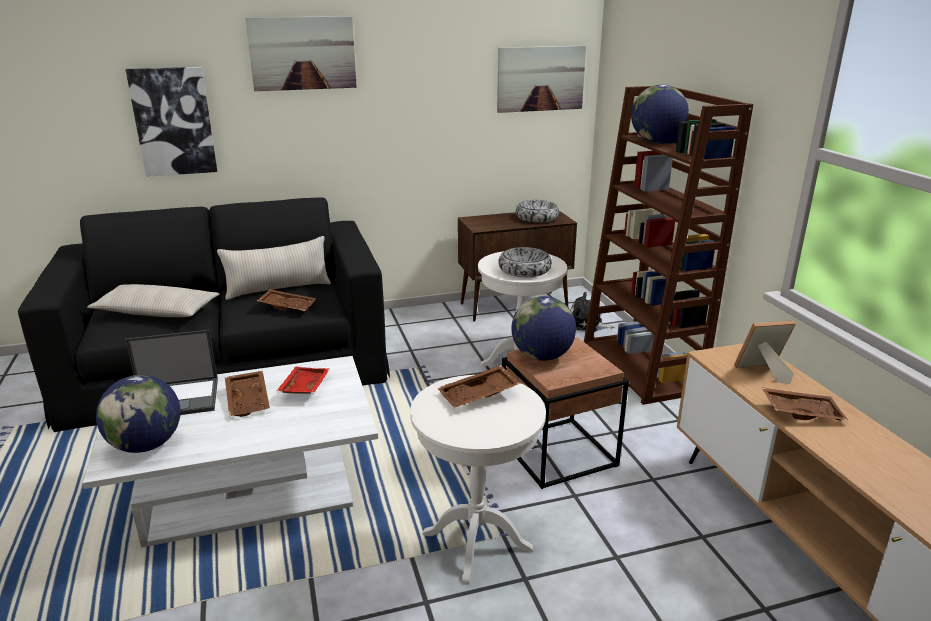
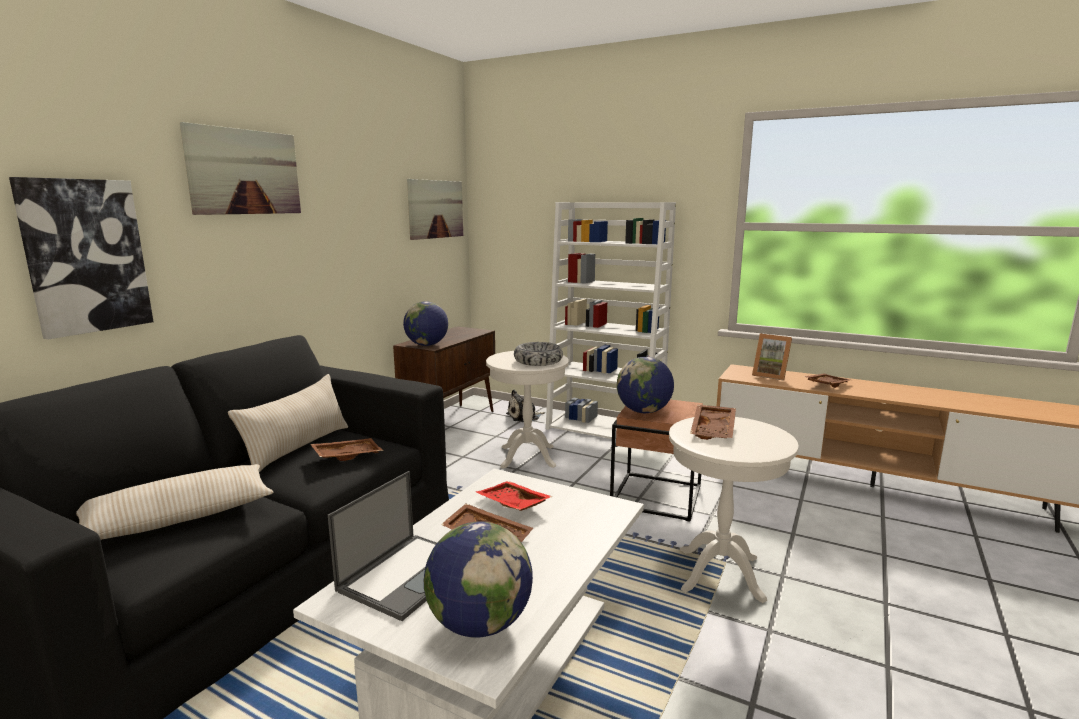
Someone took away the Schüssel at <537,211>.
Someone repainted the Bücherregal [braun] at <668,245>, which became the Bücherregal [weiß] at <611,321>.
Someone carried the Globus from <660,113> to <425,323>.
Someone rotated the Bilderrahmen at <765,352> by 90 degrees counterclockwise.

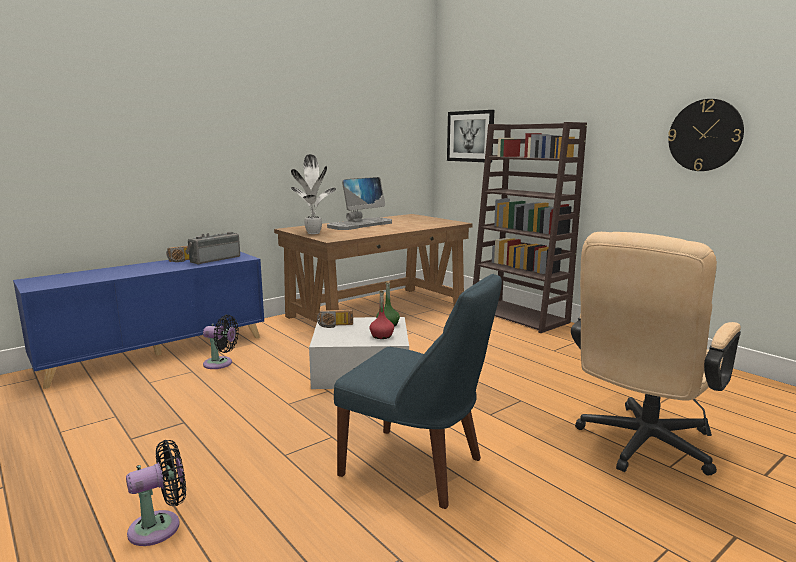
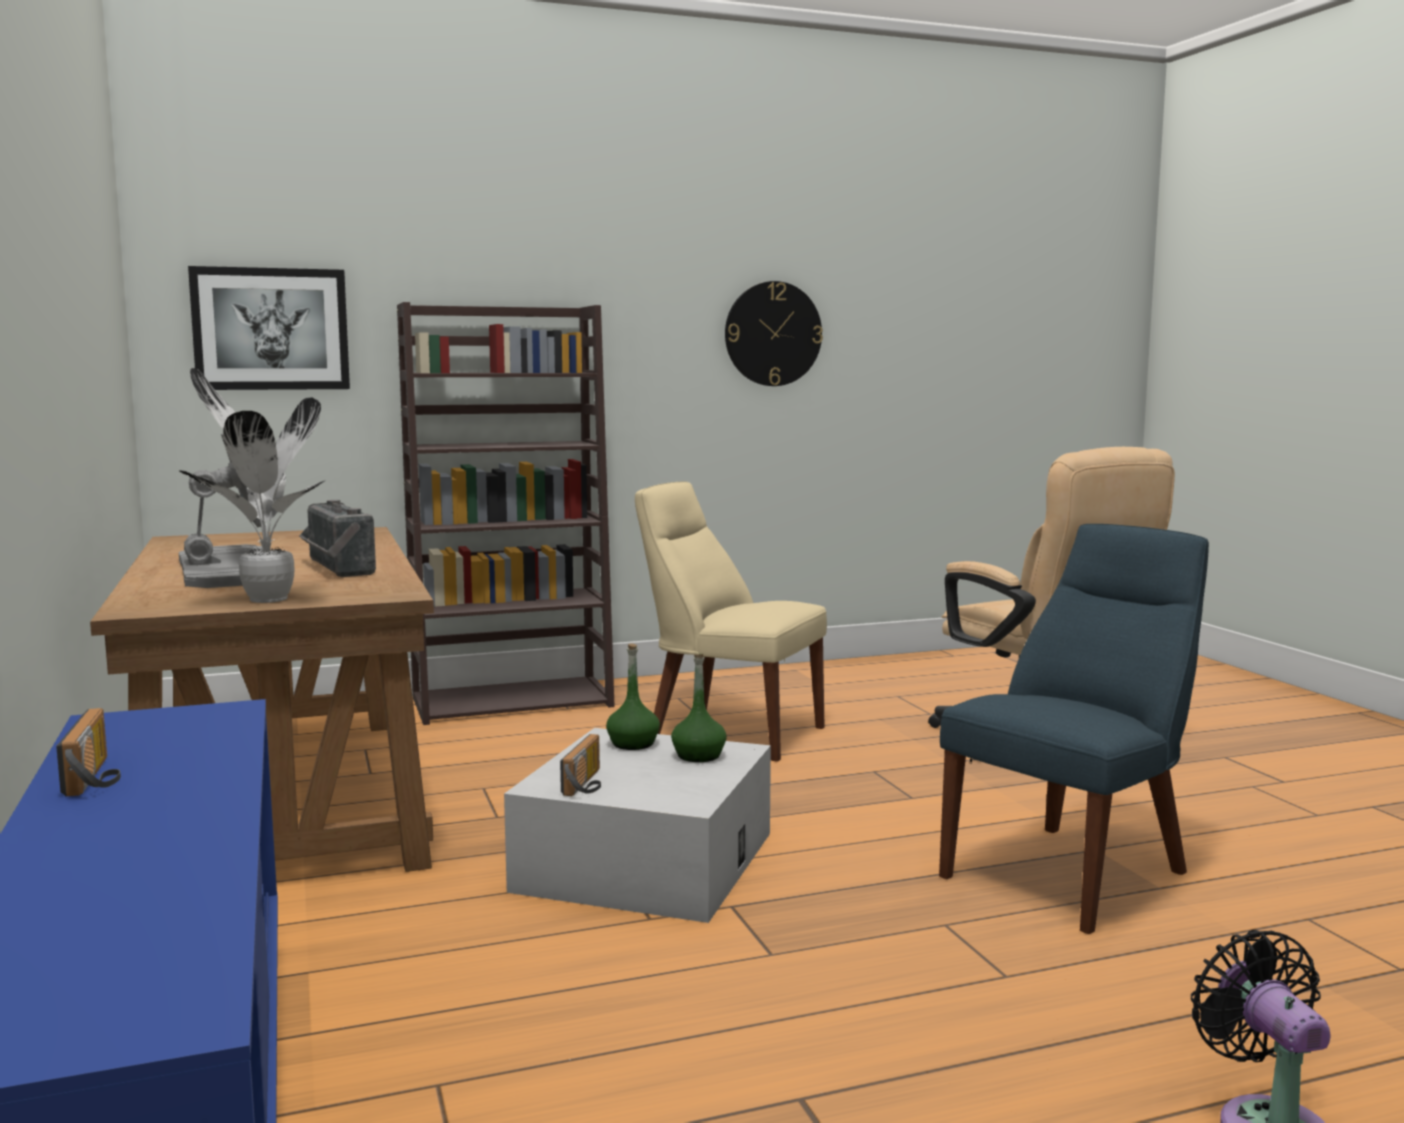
Someone carried the Radio from <212,248> to <337,538>.
Someone took away the Ventilator [schwarz] at <221,342>.
Someone repainted the Flasche [rot] at <381,314>, which became the Flasche [grün] at <699,708>.
Someone put down the Stuhl [beige] at <731,622>.

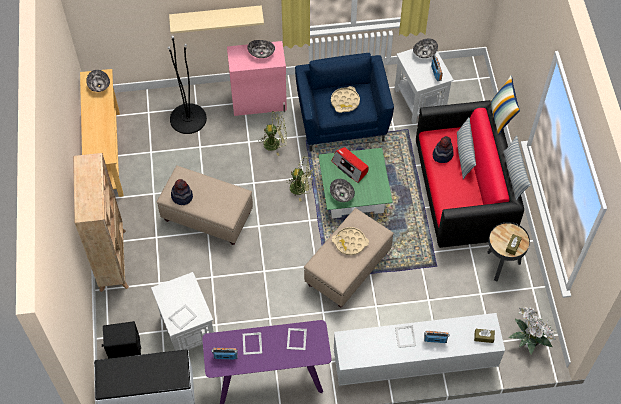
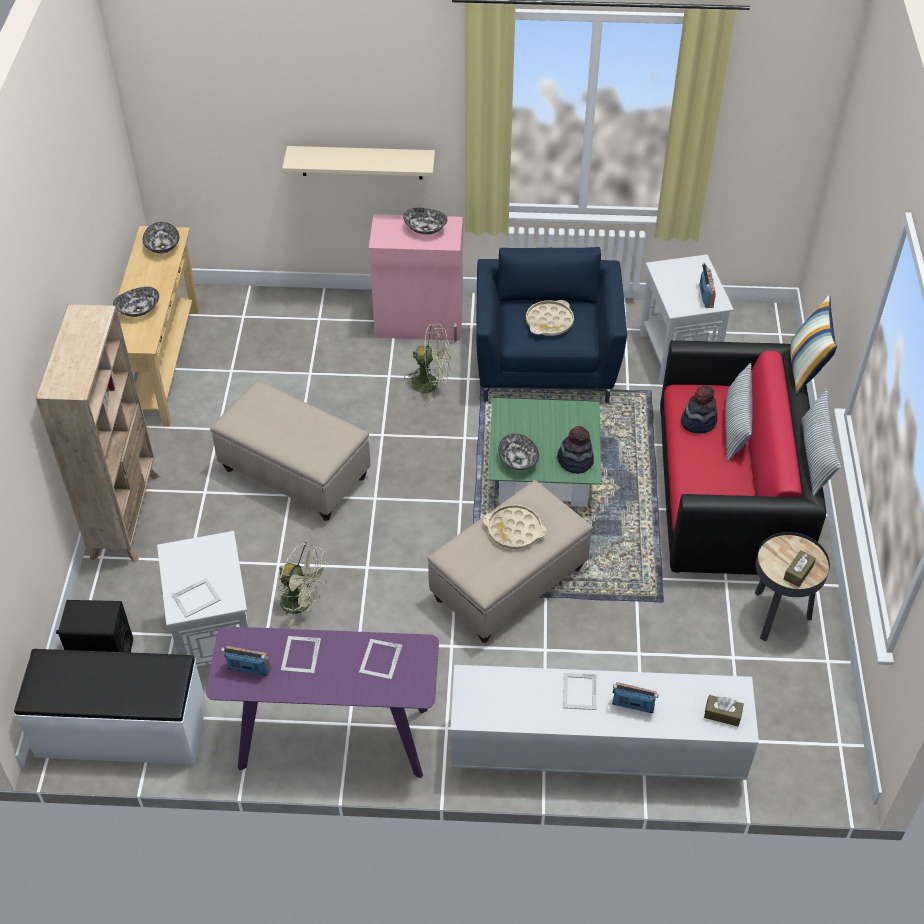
Someone took away the Stehlampe [schwarz] at <187,85>.
Someone carried the Hut from <182,192> to <575,450>.
Someone carried the Ventilator [grün] from <300,178> to <303,583>.
Someone took away the Radio at <350,165>.
Someone carried the Schüssel from <425,48> to <136,302>.
Someone took away the Topfpflanze at <532,331>.

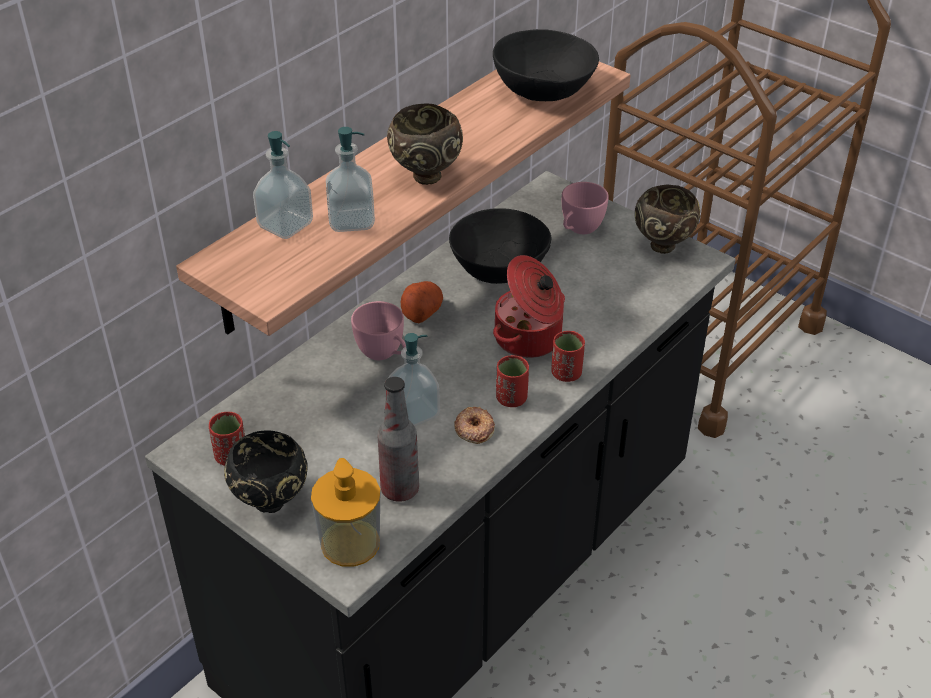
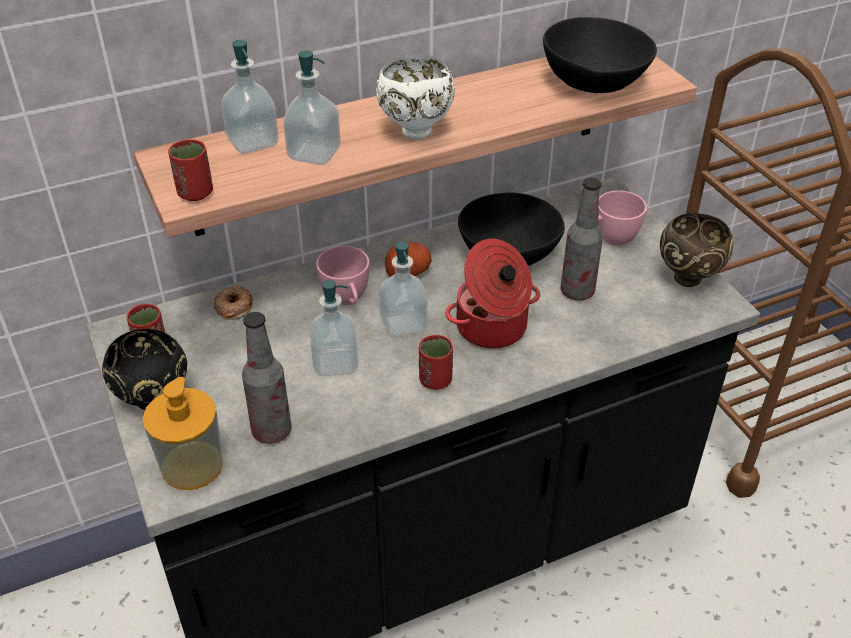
Someone repainted the Schüssel [braun] at <425,144>, which became the Schüssel [weiß] at <415,97>.
Someone carried the Donut from <474,425> to <233,303>.
Someone carried the Tasse [rot] from <568,356> to <190,170>.
Someone put down the Seifenspender at <403,289>.
Someone put down the Flasche at <582,239>.

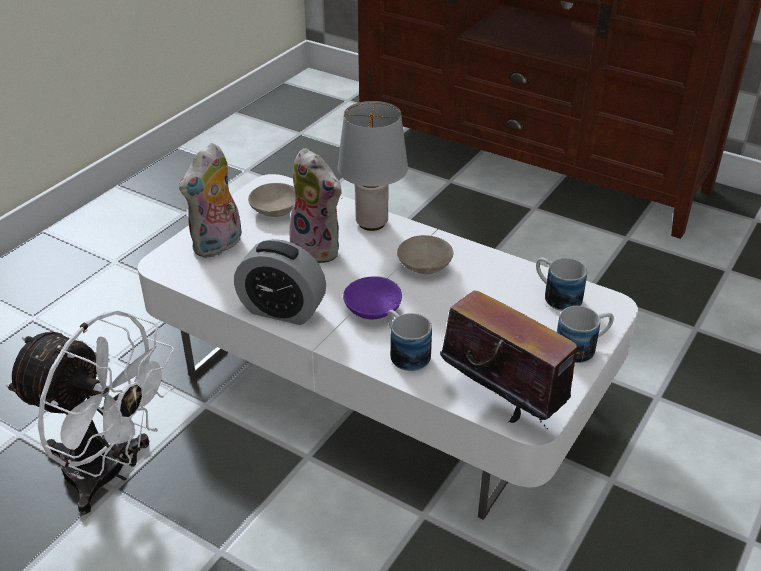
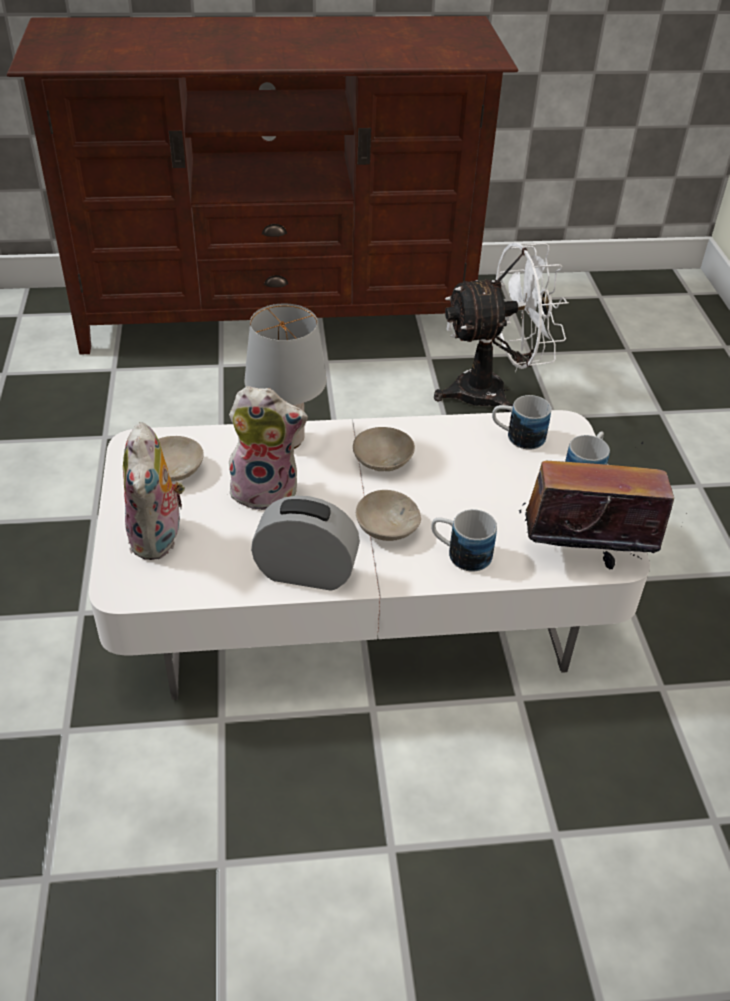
Someone carried the Ventilator [weiß] from <89,412> to <501,327>.
Someone rotated the Wecker at <280,282> by 150 degrees counterclockwise.
Someone repainted the Schüssel [lila] at <372,297>, which became the Schüssel [beige] at <388,515>.

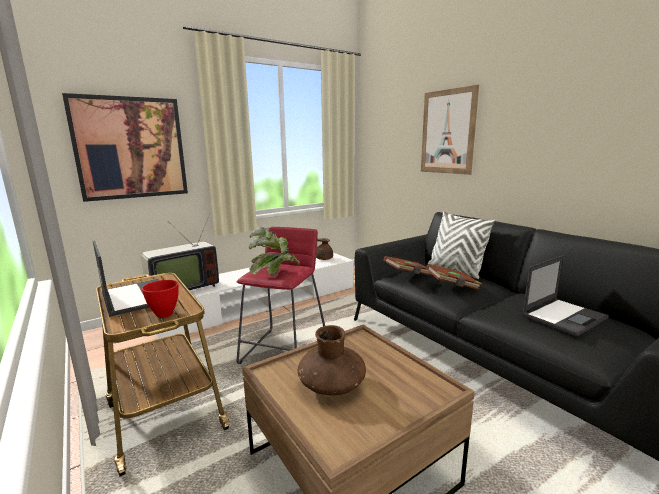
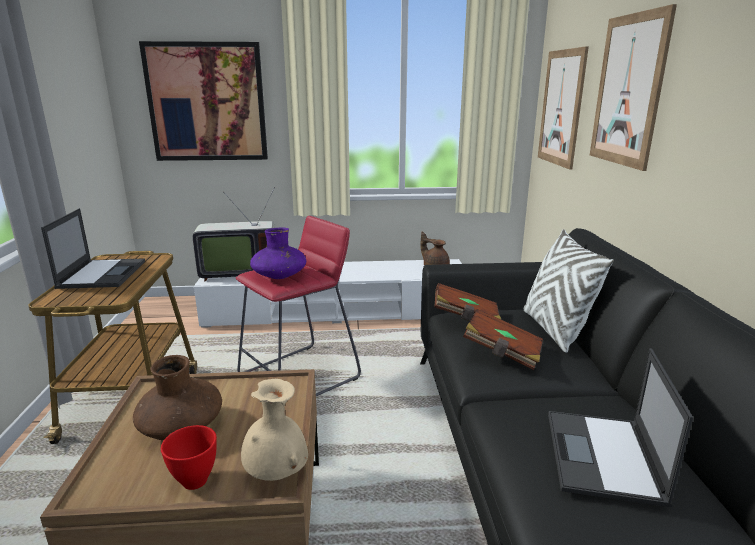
Someone carried the Schüssel [rot] from <160,299> to <189,457>.
Someone swapped the Topfpflanze at <274,252> for the Vase [lila] at <278,253>.
Someone rotated the Laptop at <565,295> by 105 degrees clockwise.
Someone put down the Vase [beige] at <274,430>.
Someone put up the Bild at <563,108>.

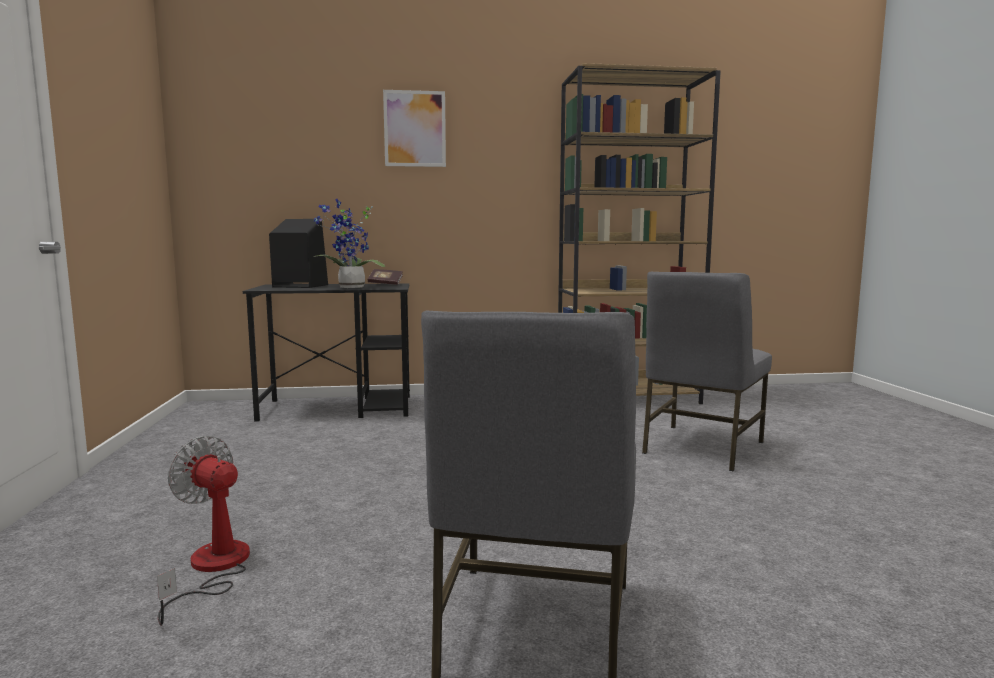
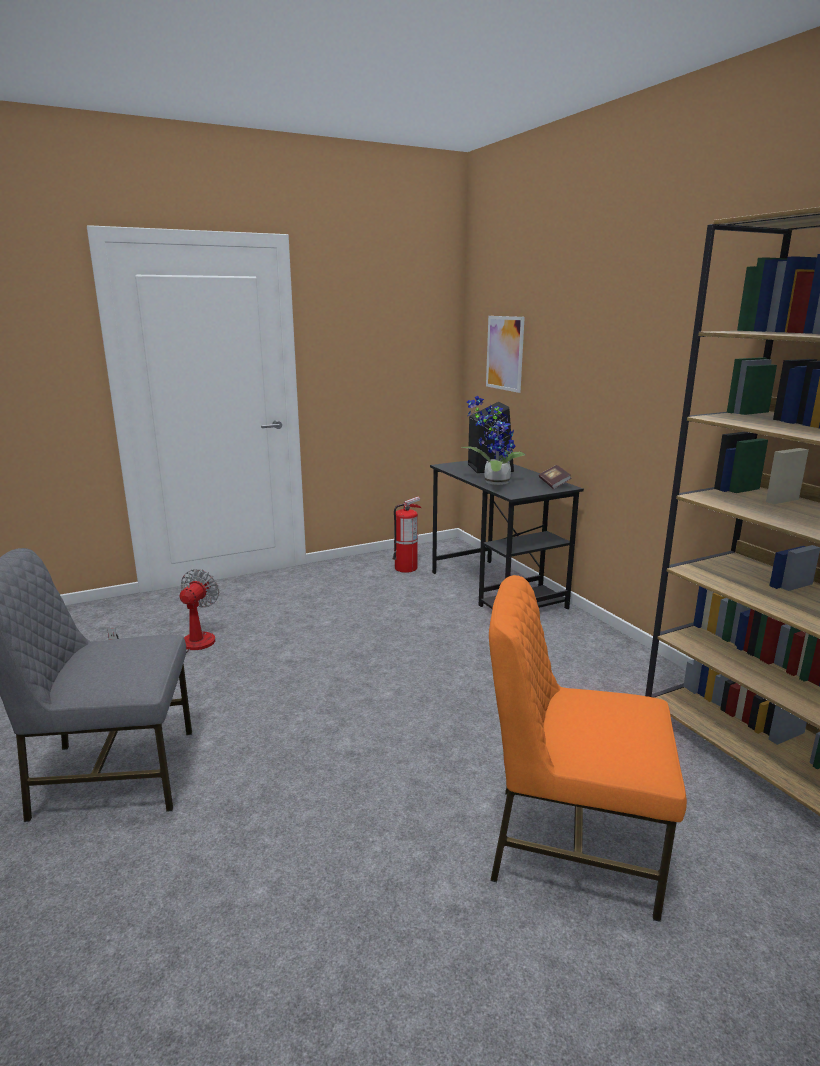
Someone carried the Bild from <414,128> to <505,354>.
Someone repainted the Stuhl [grau] at <707,371>, which became the Stuhl [orange] at <588,748>.
Someone put down the Feuerlöscher at <406,535>.

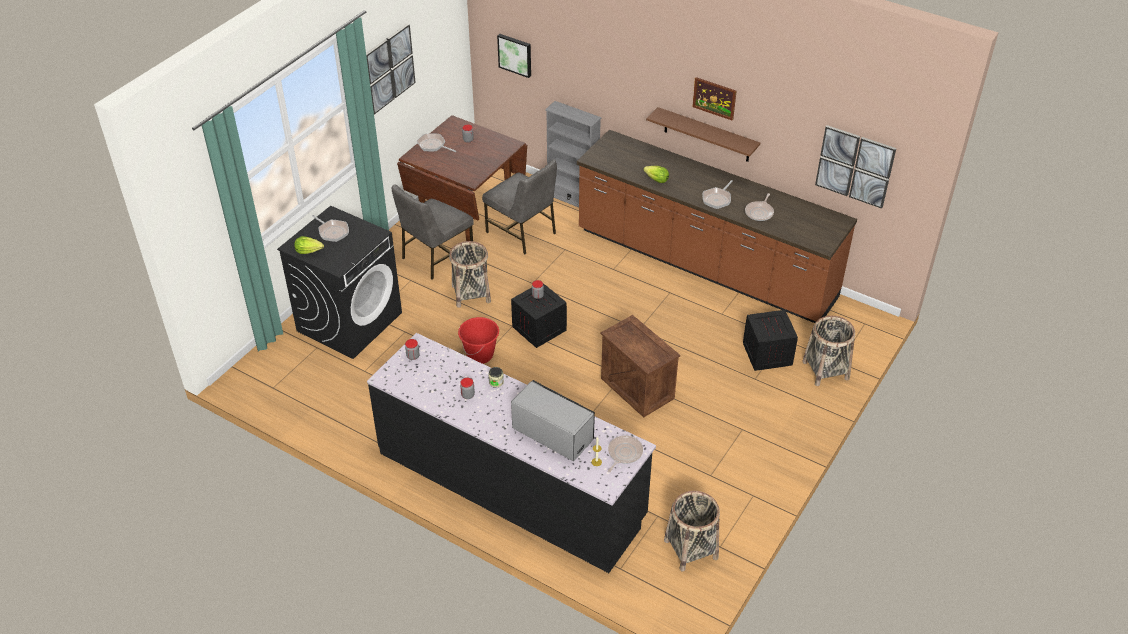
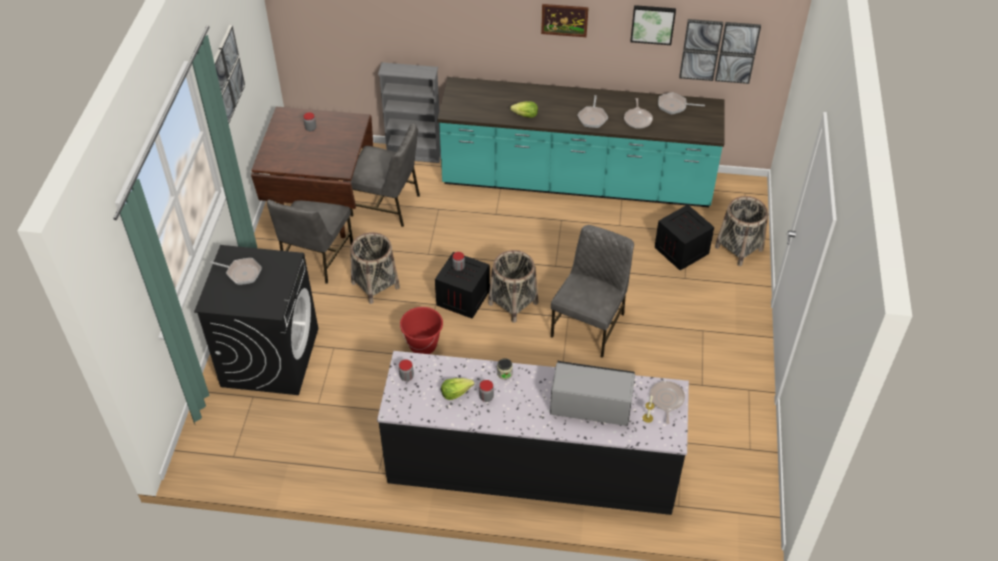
Someone carried the Salatkopf from <309,245> to <457,389>.
Someone carried the Pfanne from <436,142> to <681,103>.
Someone carried the Bild from <514,56> to <653,25>.
Someone repainted the Küchenzeile [braun] at <717,226>, which became the Küchenzeile [türkis] at <581,142>.
Someone swapped the Kiste at <640,366> for the Stuhl [grau] at <592,291>.
Someone took away the Wandregal [braun] at <703,134>.
Someone carried the Korb from <692,531> to <513,286>.

